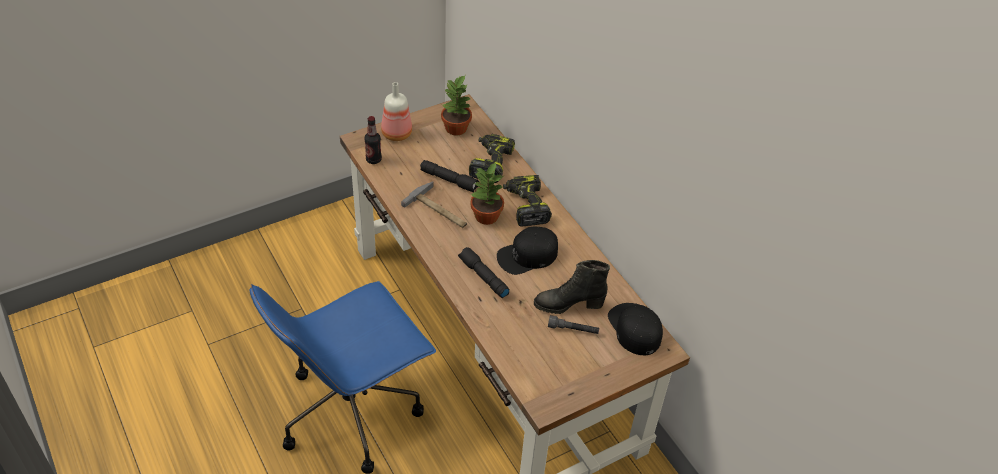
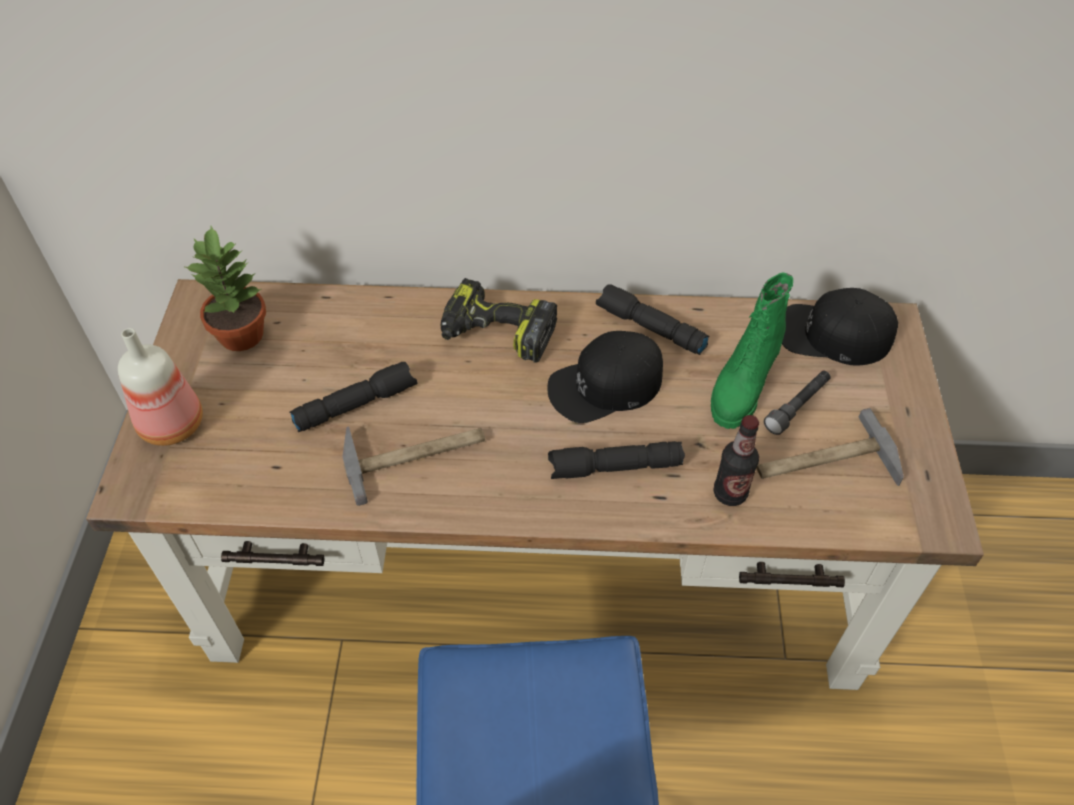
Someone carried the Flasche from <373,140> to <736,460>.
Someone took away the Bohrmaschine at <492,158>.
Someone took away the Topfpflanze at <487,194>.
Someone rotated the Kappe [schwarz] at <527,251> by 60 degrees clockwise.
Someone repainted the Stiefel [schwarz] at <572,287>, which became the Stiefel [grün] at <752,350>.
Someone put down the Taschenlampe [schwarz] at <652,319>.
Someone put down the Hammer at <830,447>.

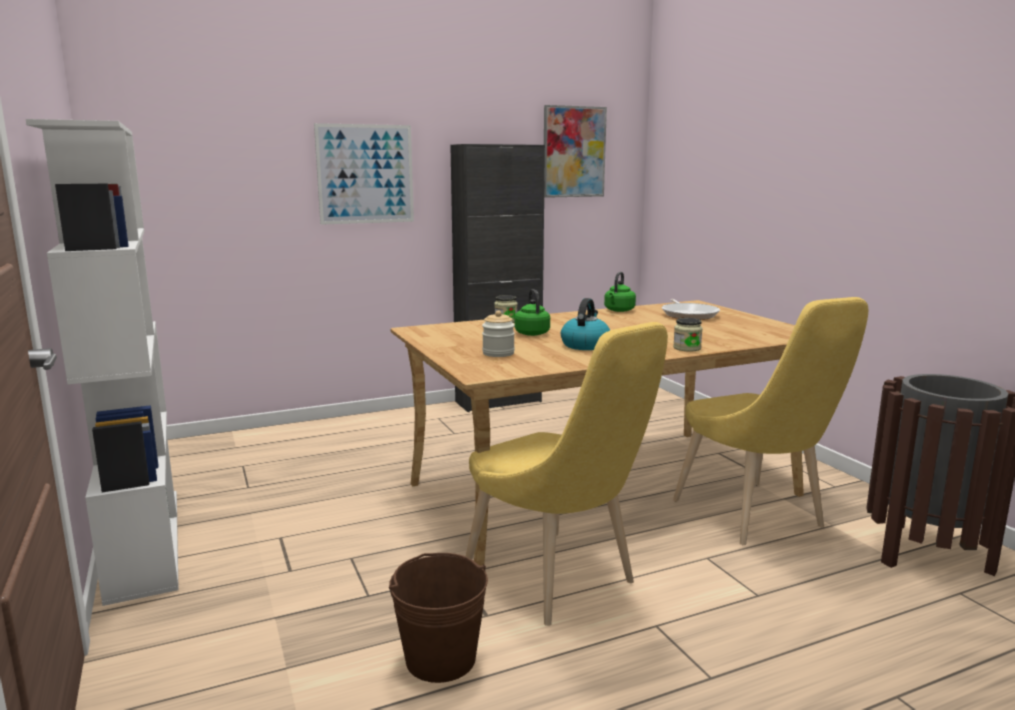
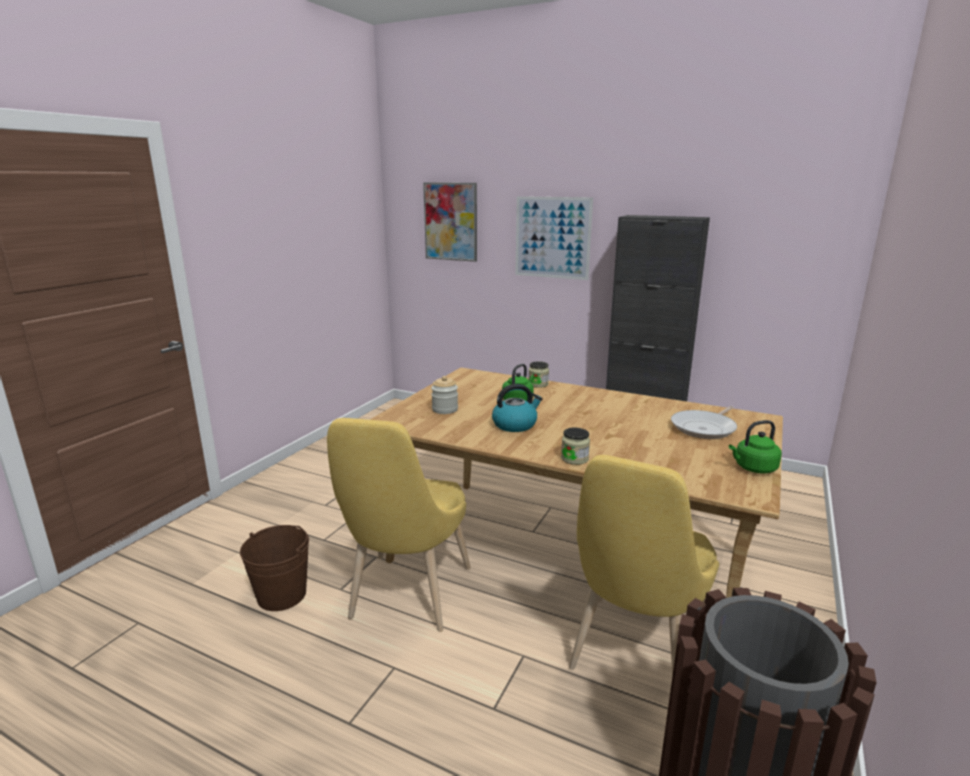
Someone took away the Bücherregal [weiß] at <102,362>.
Someone carried the Bild from <575,151> to <450,222>.
Someone carried the Wasserkessel [grün] from <620,292> to <755,447>.

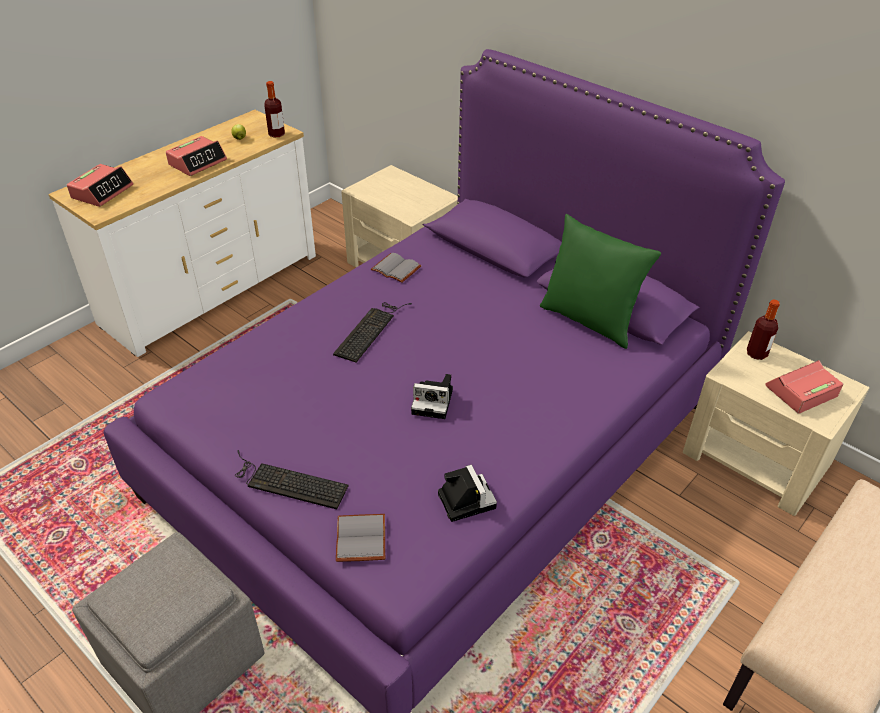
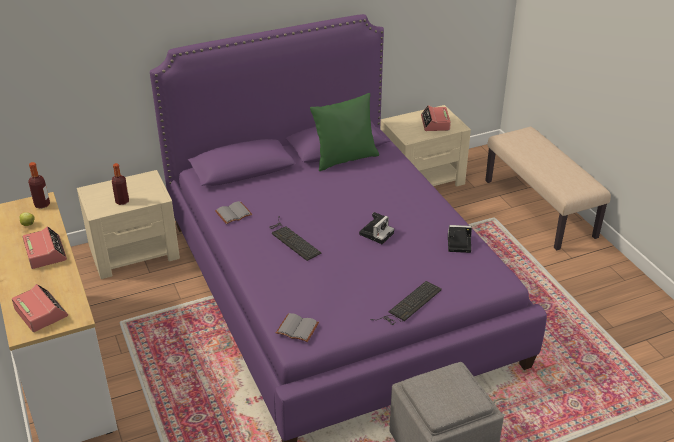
Someone carried the Buch [grau] from <360,538> to <297,327>.
Someone carried the Flasche from <763,330> to <120,184>.

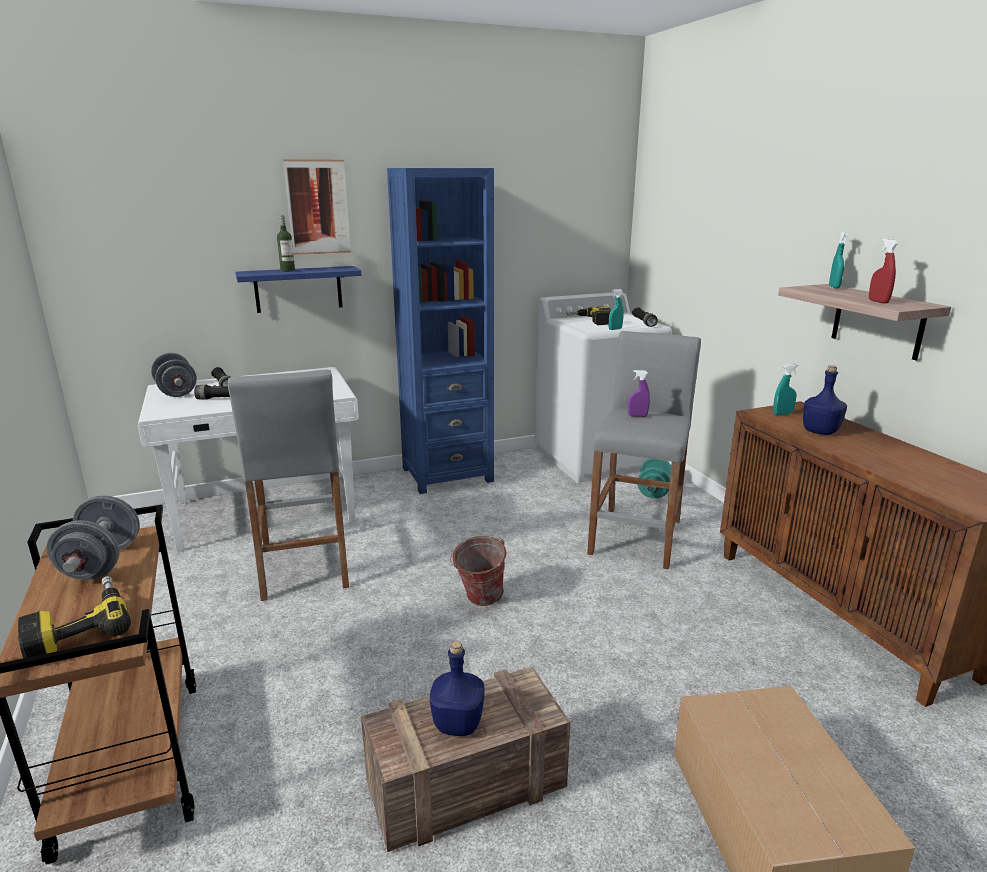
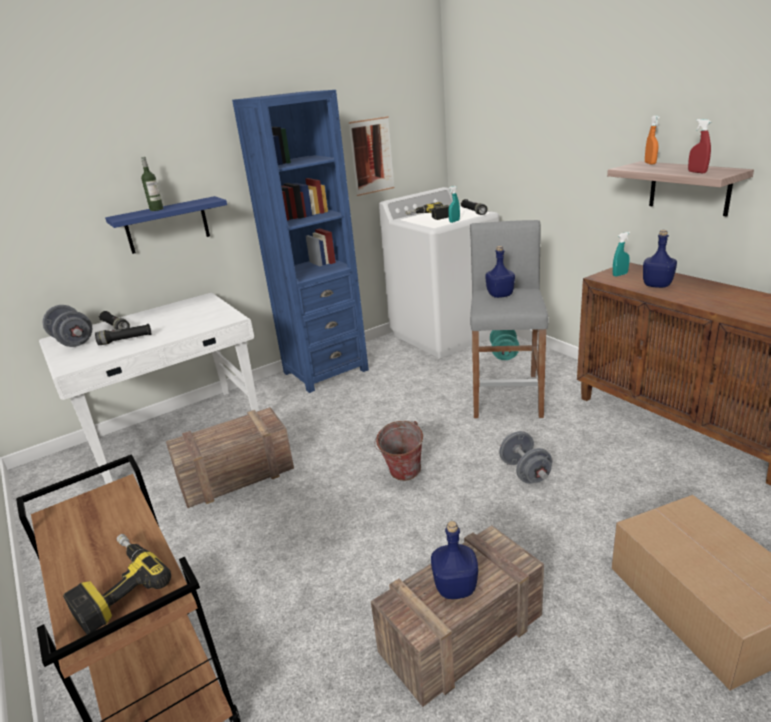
Someone carried the Hantel [grau] from <93,537> to <525,457>.
Someone swapped the Hocker [grau] at <288,485> for the Kiste at <230,457>.
Someone carried the Bild from <317,207> to <371,156>.
Someone swapped the Sprühflasche [lila] at <639,393> for the Flasche [blau] at <500,272>.
Someone repainted the Sprühflasche [türkis] at <838,260>, which became the Sprühflasche [orange] at <652,140>.

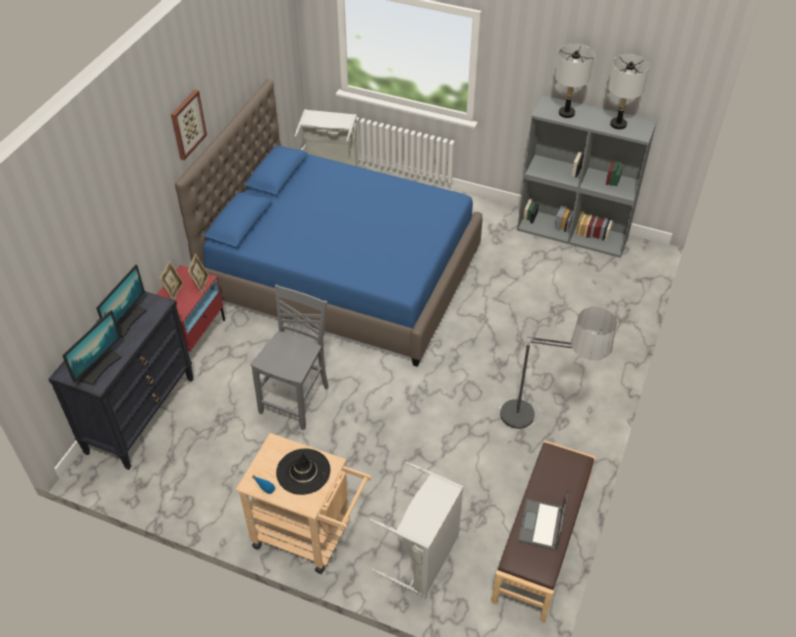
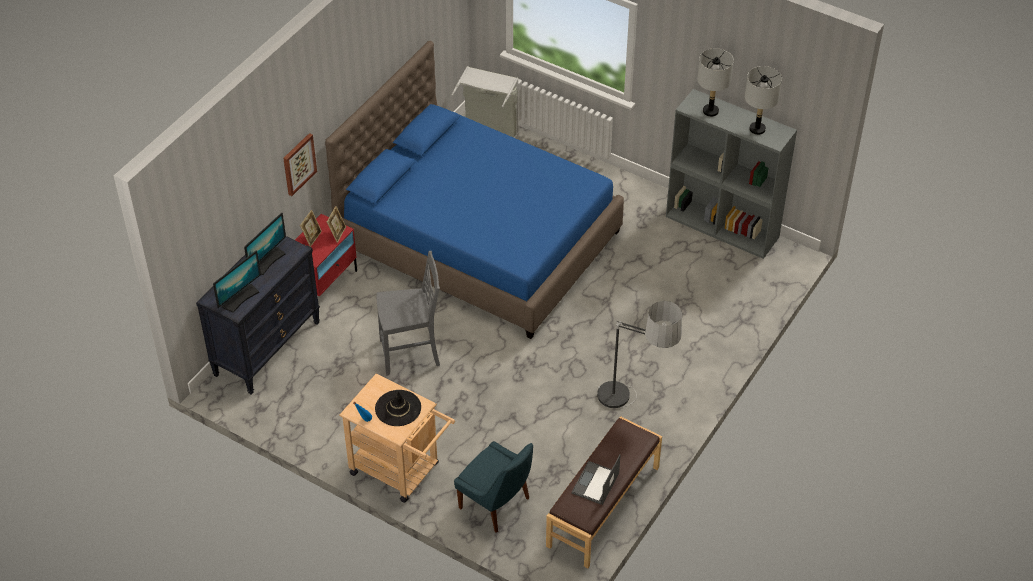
Someone carried the Bild from <189,124> to <300,164>.
Someone rotated the Stuhl [grau] at <290,357> by 45 degrees clockwise.
Someone swapped the Wäschekorb [grau] at <417,530> for the Stuhl [blau] at <493,487>.

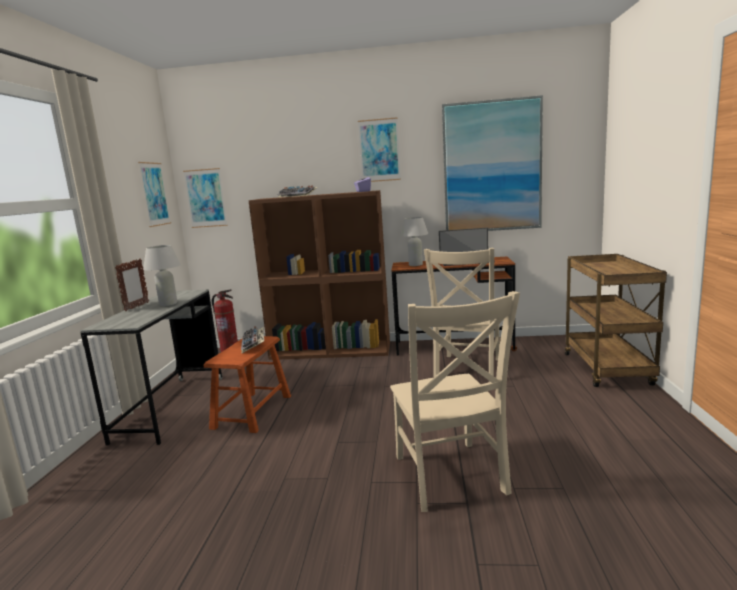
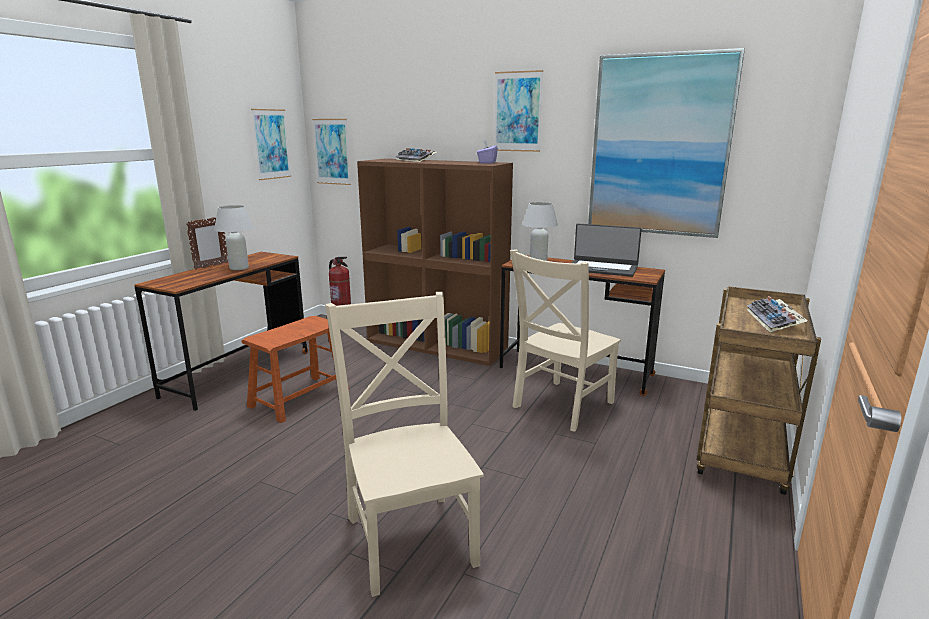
Someone repainted the Schreibtisch [grau] at <151,367>, which became the Schreibtisch [braun] at <221,331>.
Someone carried the Tastatur from <252,339> to <777,314>.
Someone rotated the Stuhl [beige] at <455,401> by 150 degrees clockwise.

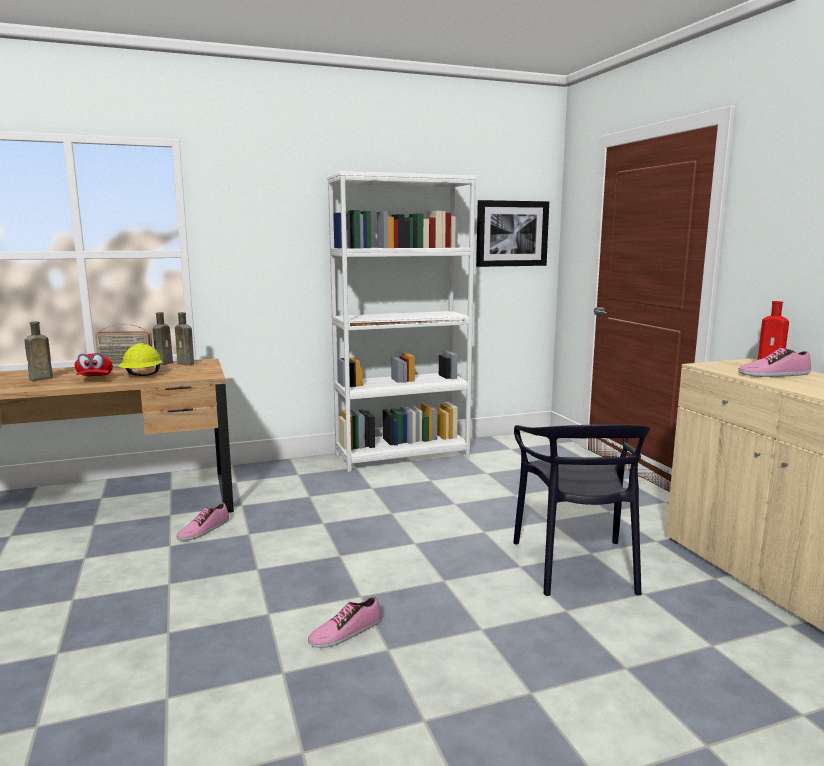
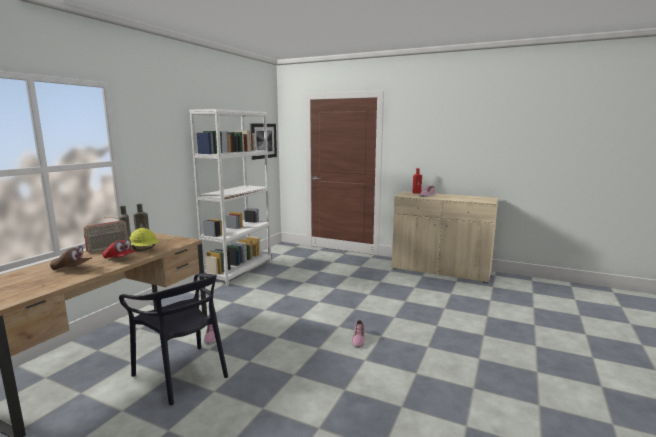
Someone swapped the Flasche [braun] at <39,351> for the Kappe [braun] at <71,258>.
Someone carried the Stuhl [schwarz] from <582,510> to <173,339>.

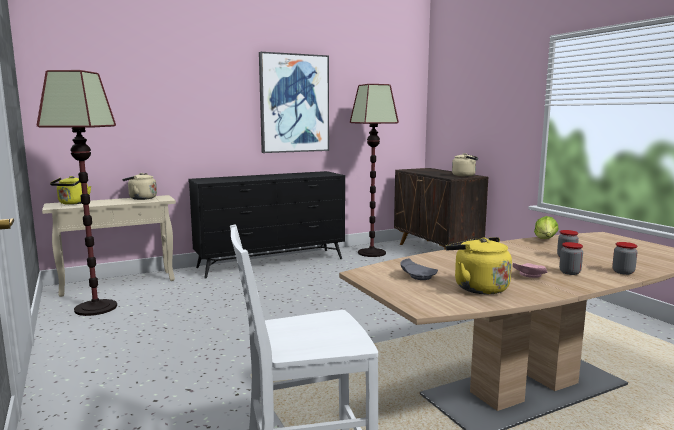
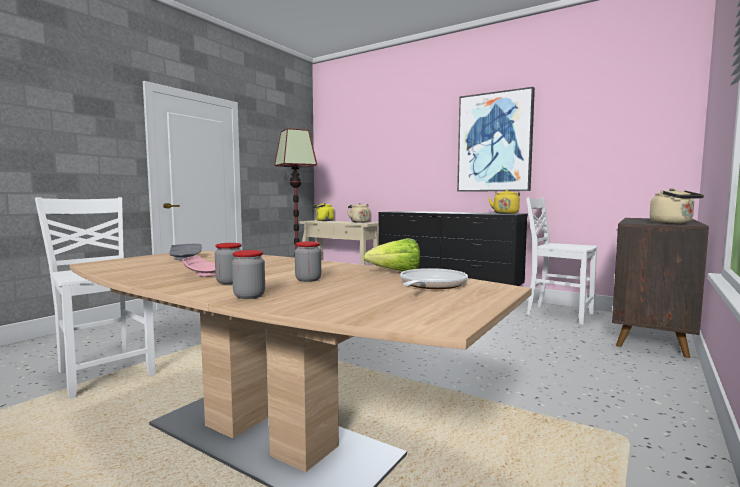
Someone swapped the Stehlampe at <374,170> for the Stuhl [weiß] at <561,261>.
Someone carried the Wasserkessel [gelb] from <479,265> to <504,202>.
Someone put down the Pfanne at <434,278>.

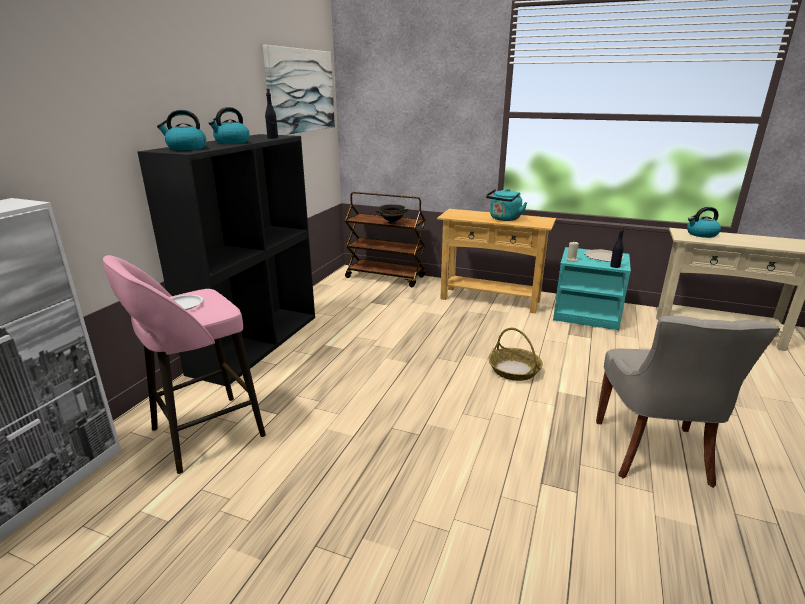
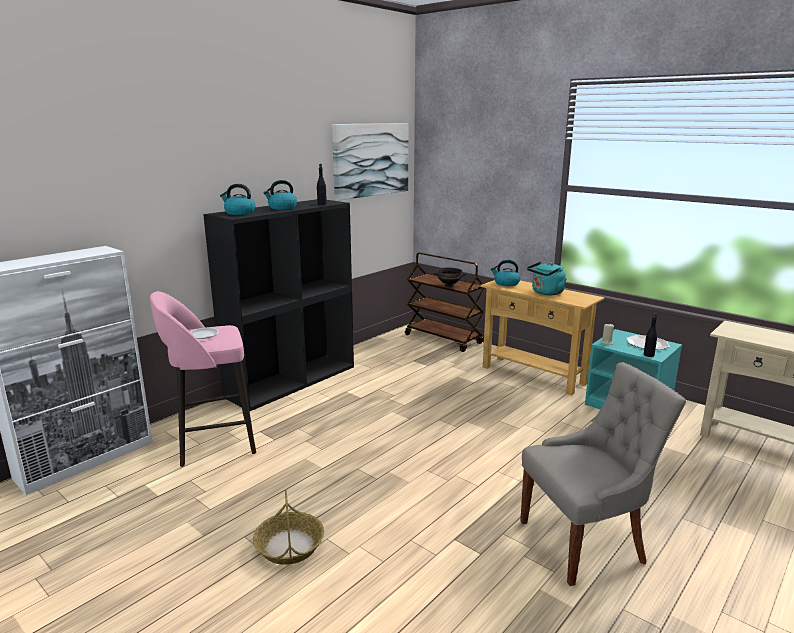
Someone carried the Korb from <515,354> to <288,527>.
Someone rotated the Stuhl [grau] at <688,402> by 135 degrees counterclockwise.
Someone carried the Wasserkessel from <704,222> to <505,273>.

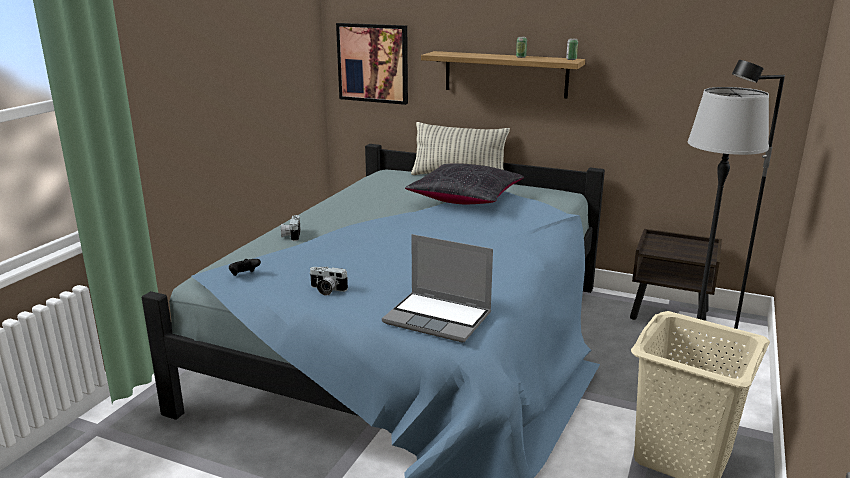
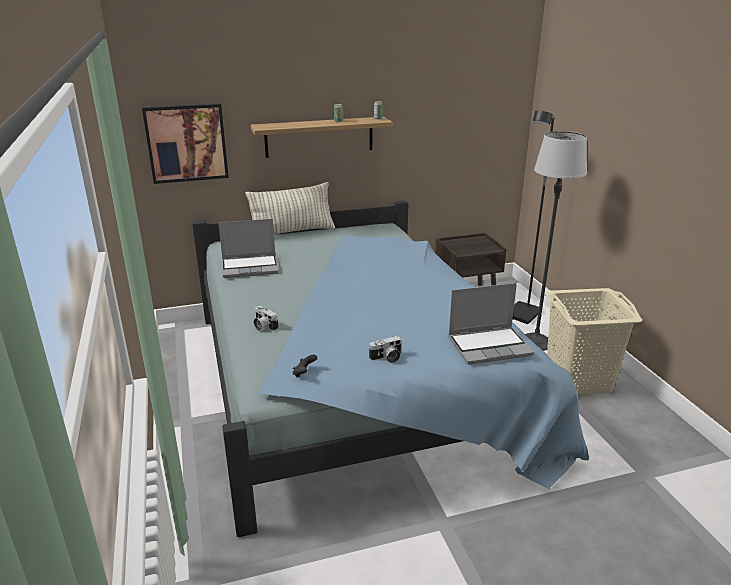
Someone took away the Kissen [schwarz] at <464,184>.
Someone put down the Laptop at <248,248>.

